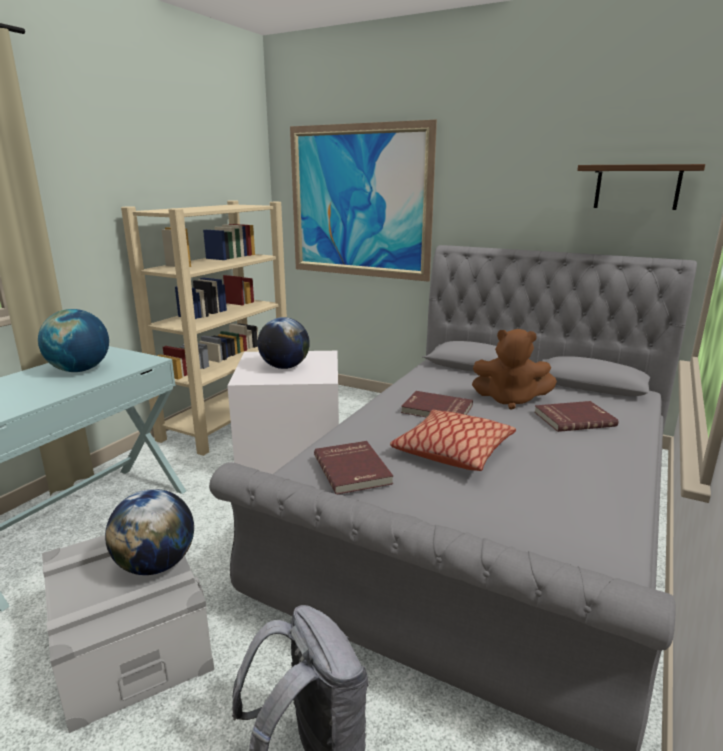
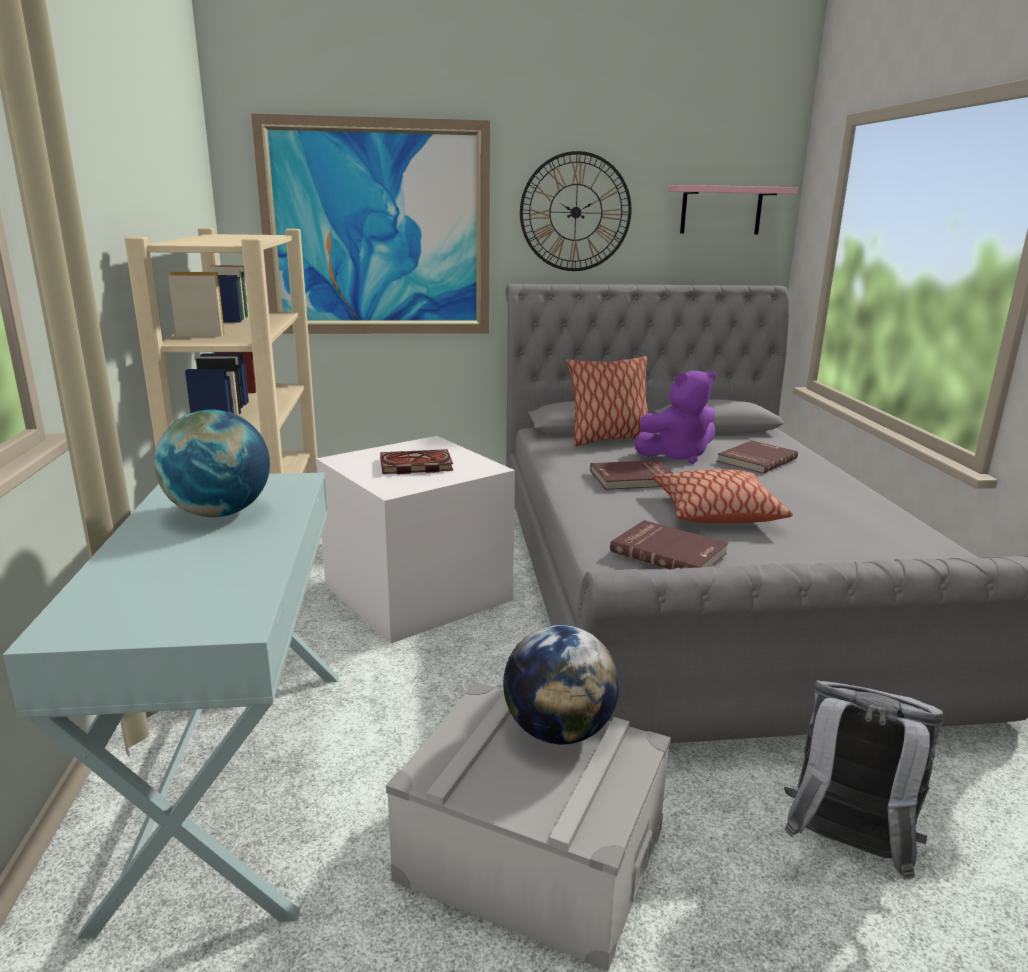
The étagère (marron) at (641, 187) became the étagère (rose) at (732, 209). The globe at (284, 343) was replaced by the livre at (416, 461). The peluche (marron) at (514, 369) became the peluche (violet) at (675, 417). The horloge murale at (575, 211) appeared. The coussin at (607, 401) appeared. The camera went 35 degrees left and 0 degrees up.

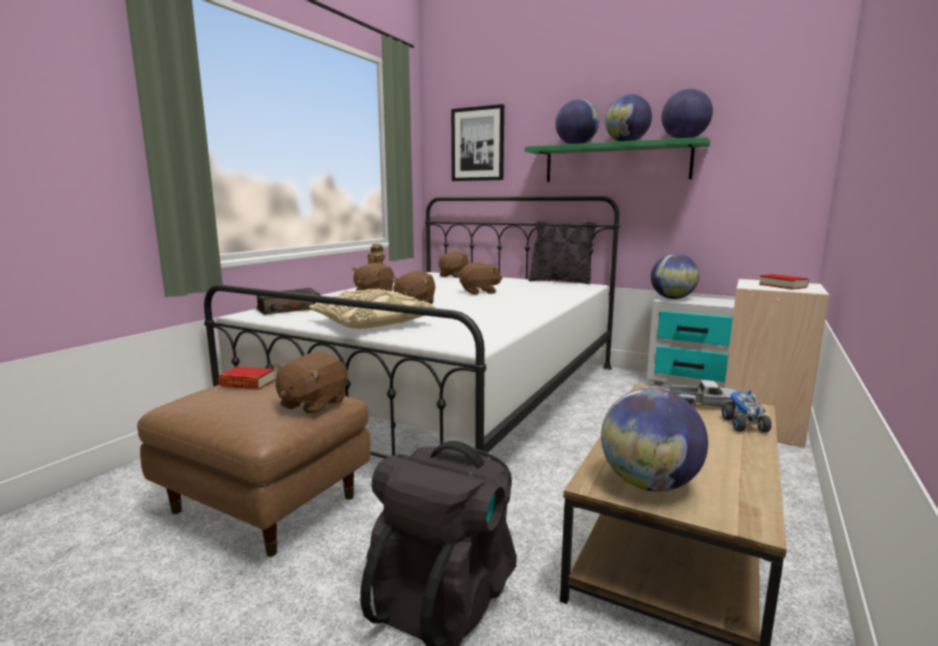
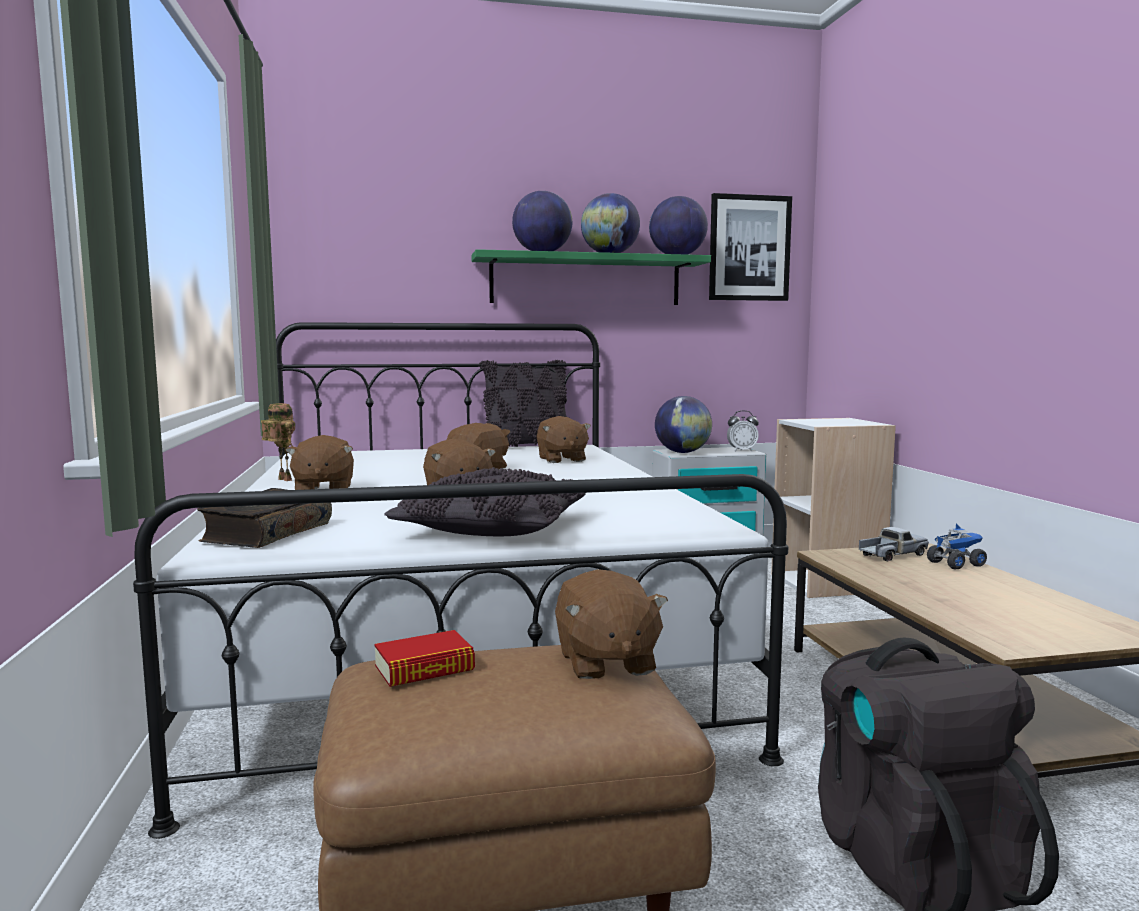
The tableau moved from (477, 142) to (750, 247). The peluche (marron) moved from (453, 264) to (563, 439). The livre at (784, 282) disappeared. The coussin (beige) at (372, 309) became the coussin (noir) at (485, 501). The globe at (654, 439) disappeared. The camion jouet at (746, 411) turned 105 degrees clockwise. The réveil at (743, 431) appeared. The camera went 40 degrees left and 5 degrees down.

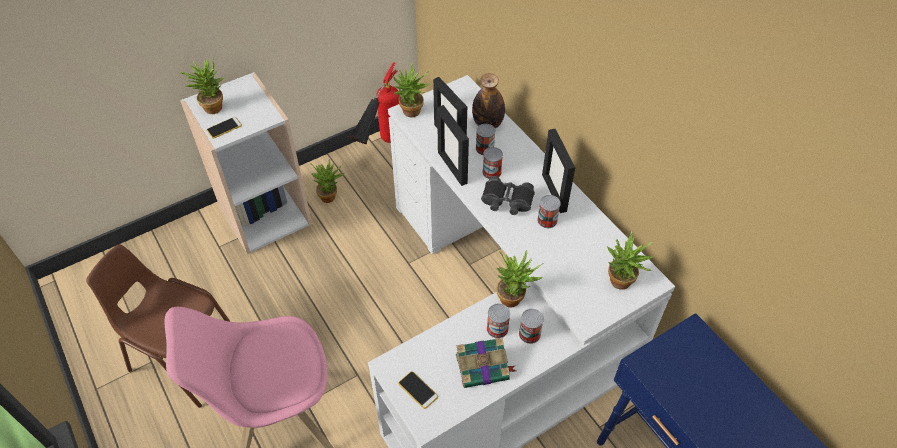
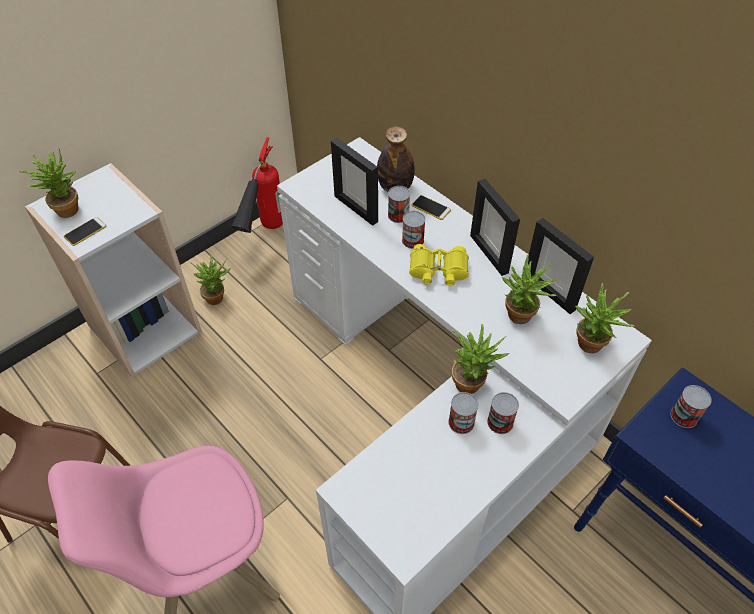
The plante en pot moved from (411, 90) to (529, 289). The cadre photo moved from (453, 145) to (561, 266). The jumelles (noir) at (508, 195) became the jumelles (jaune) at (439, 265). The boîte métallique moved from (549, 211) to (691, 406). The livre at (486, 362) disappeared. The téléphone moved from (418, 390) to (431, 207). The camera went 10 degrees left and 0 degrees up.

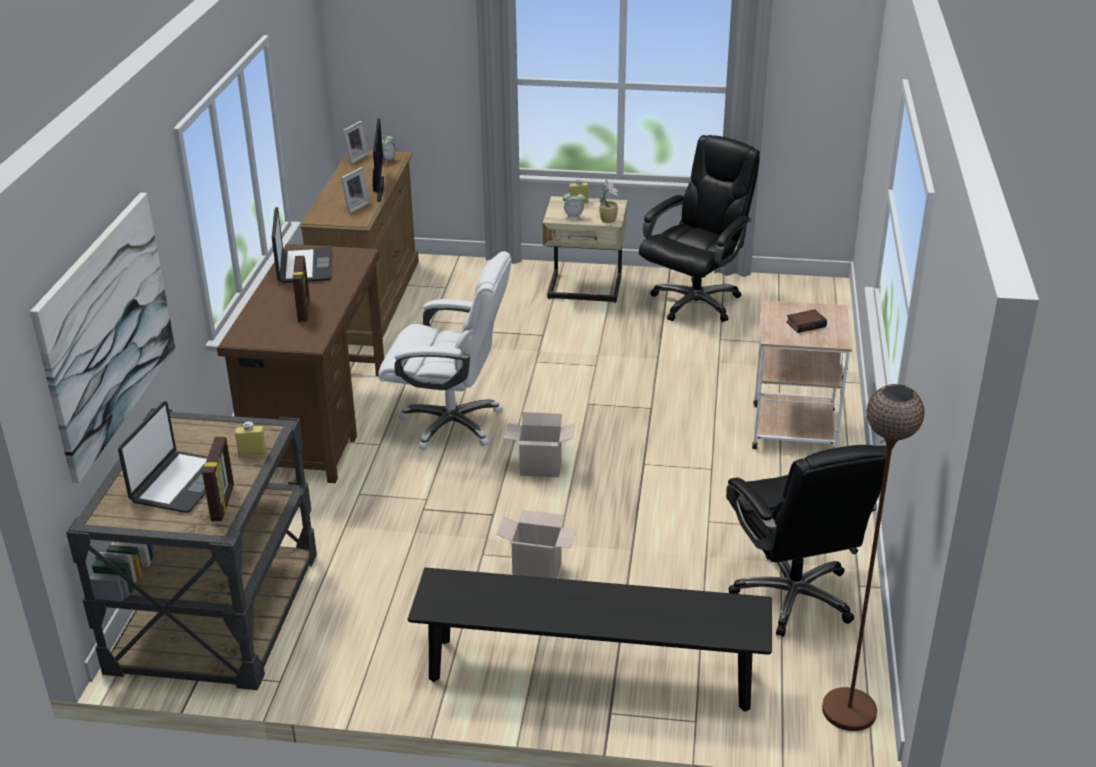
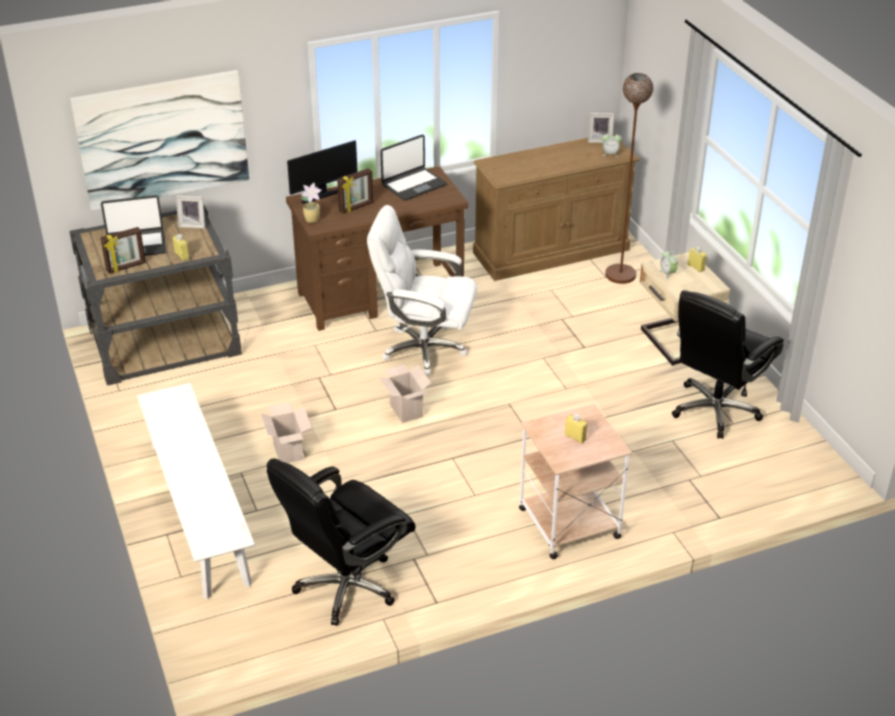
The écran d'ordinateur moved from (378, 160) to (322, 172). The chaise de bureau (noir) at (699, 228) turned 120 degrees clockwise. The cadre photo moved from (355, 190) to (190, 212). The plante en pot moved from (609, 200) to (311, 203). The chaise de bureau (blanc) at (445, 351) turned 120 degrees clockwise. The livre at (806, 321) was replaced by the bouteille (jaune) at (576, 429). The lampadaire (marron) moved from (873, 557) to (629, 178). The banc (noir) at (590, 640) became the banc (blanc) at (196, 491). The camera went 60 degrees right and 5 degrees up.

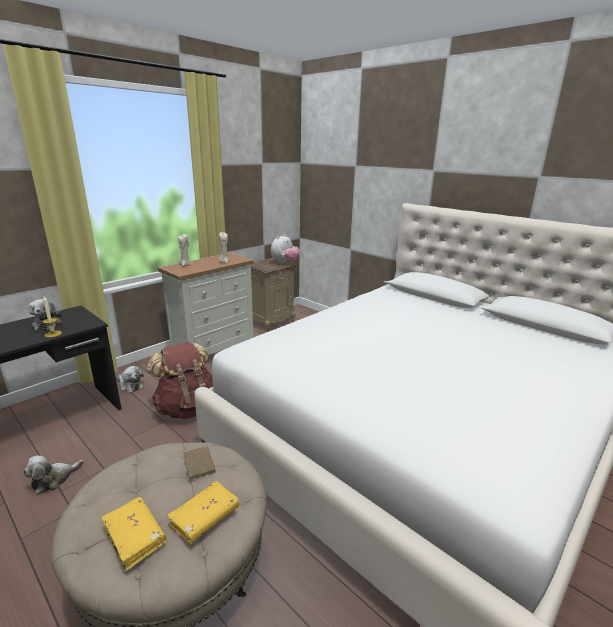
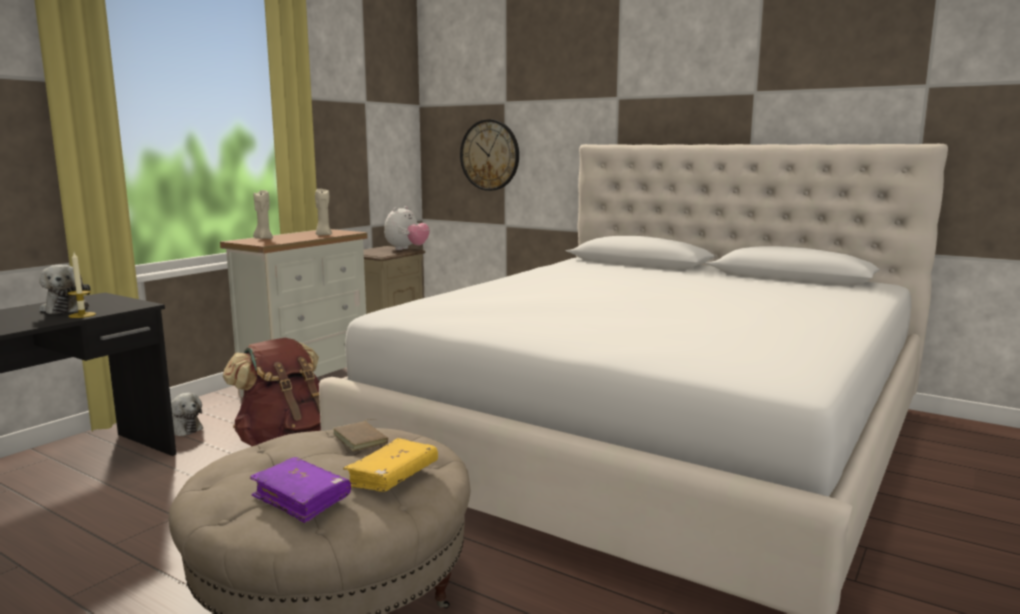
The peluche at (53, 475) disappeared. The livre (jaune) at (133, 534) became the livre (violet) at (300, 490). The horloge murale at (489, 155) appeared. The camera went 10 degrees left and 10 degrees down.

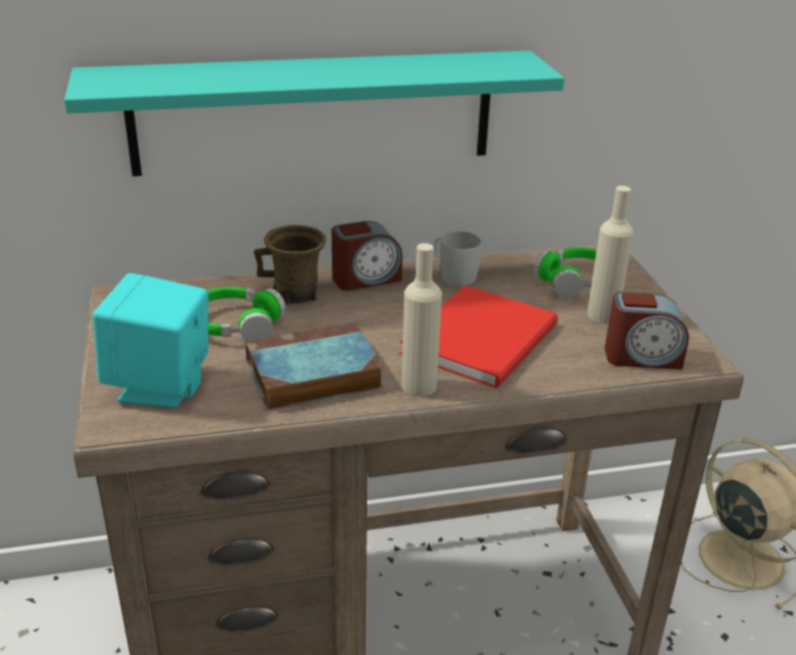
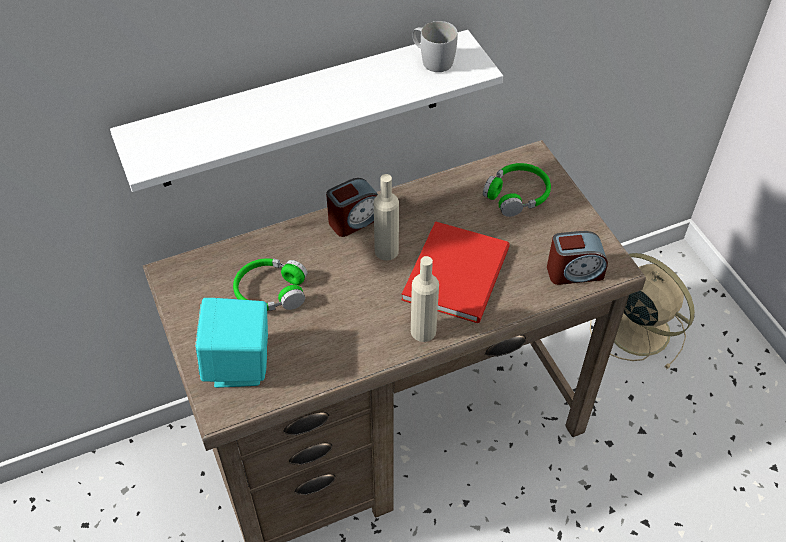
The étagère (turquoise) at (314, 113) became the étagère (blanc) at (306, 111). The bouteille (beige) moved from (610, 255) to (386, 217). The mug (marron) at (290, 265) disappeared. The mug (blanc) moved from (458, 258) to (435, 46). The livre at (314, 366) disappeared. The camera went 10 degrees left and 20 degrees up.

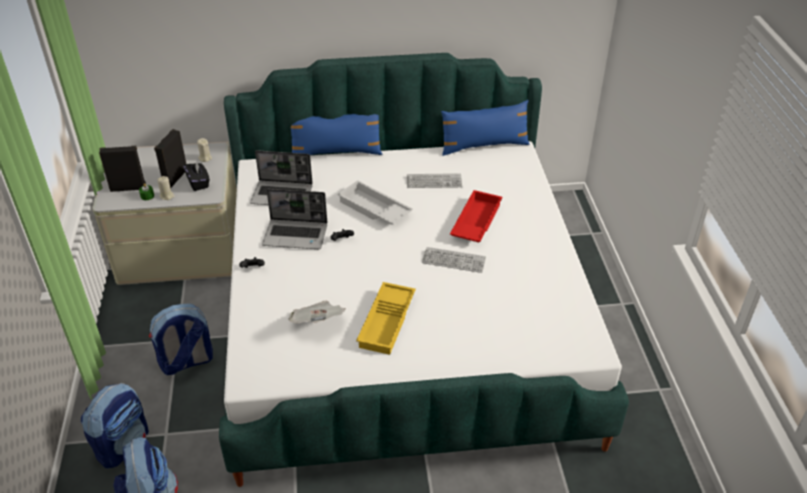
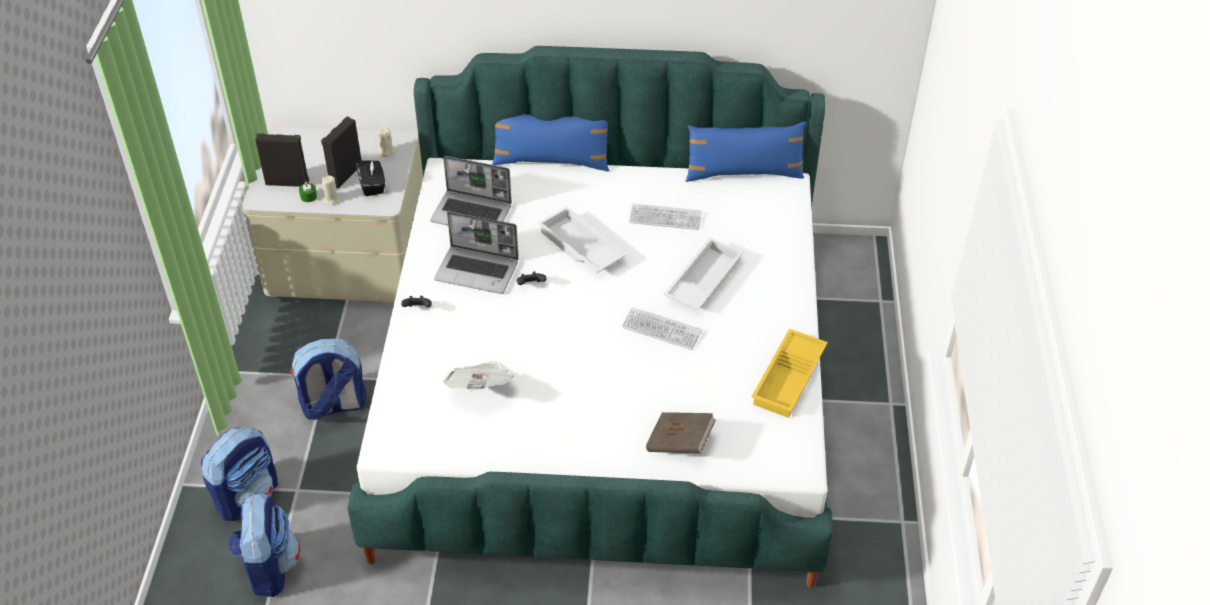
The plateau (rouge) at (476, 216) became the plateau (blanc) at (703, 274). The plateau (jaune) moved from (386, 318) to (789, 373). The livre (marron) at (681, 433) appeared. The camera went 10 degrees right and 5 degrees up.

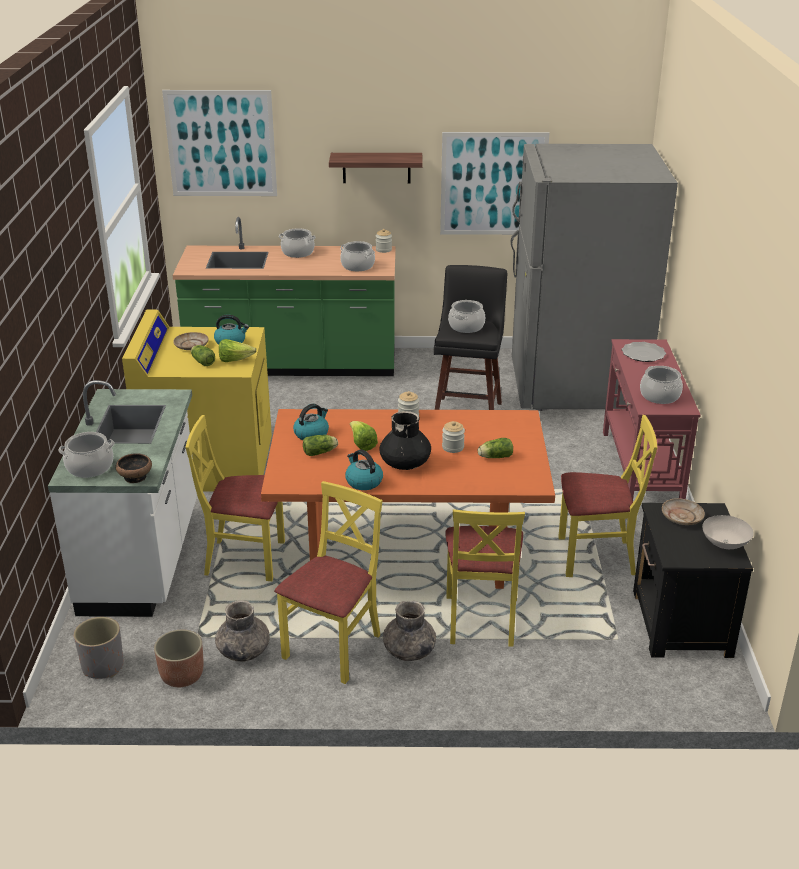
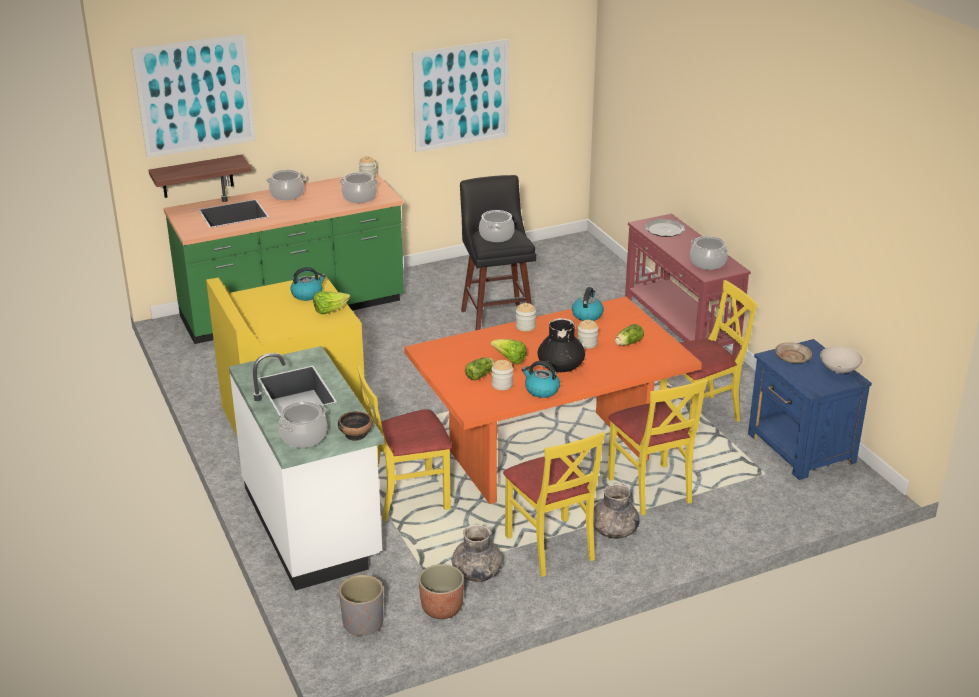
The réfrigérateur (gris) at (594, 277) disappeared. The étagère moved from (376, 168) to (200, 176). The assiette (beige) at (191, 341) disappeared. The laitue at (203, 355) disappeared. The bouilloire moved from (311, 422) to (588, 304). The chaise (jaune) at (328, 582) turned 150 degrees clockwise. The table de chevet (noir) at (693, 580) became the table de chevet (bleu) at (810, 409). The bocal at (502, 375) appeared. The camera went 25 degrees left and 0 degrees up.

